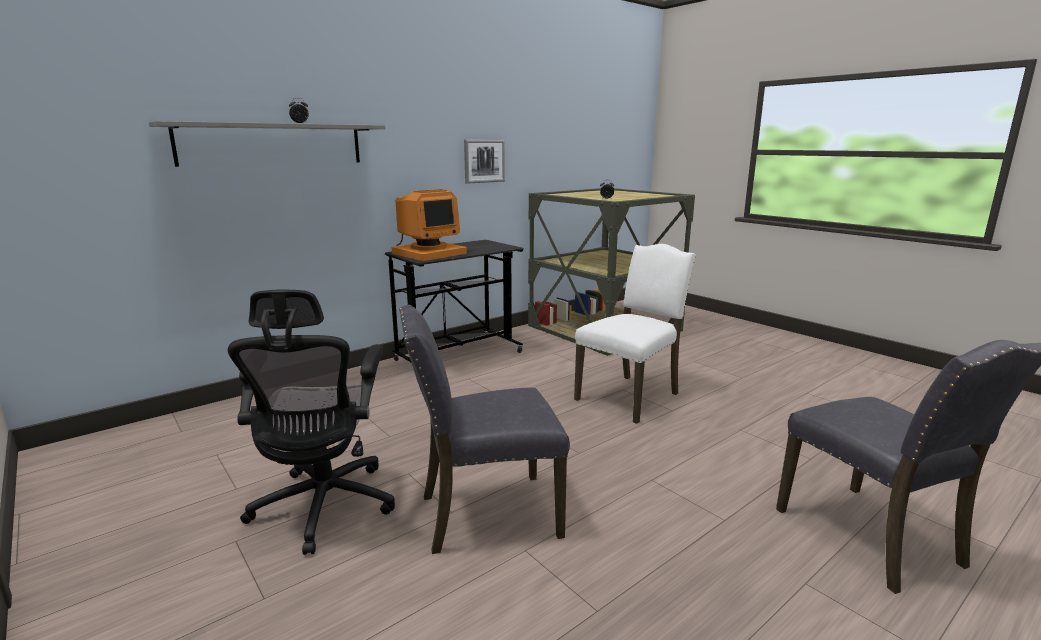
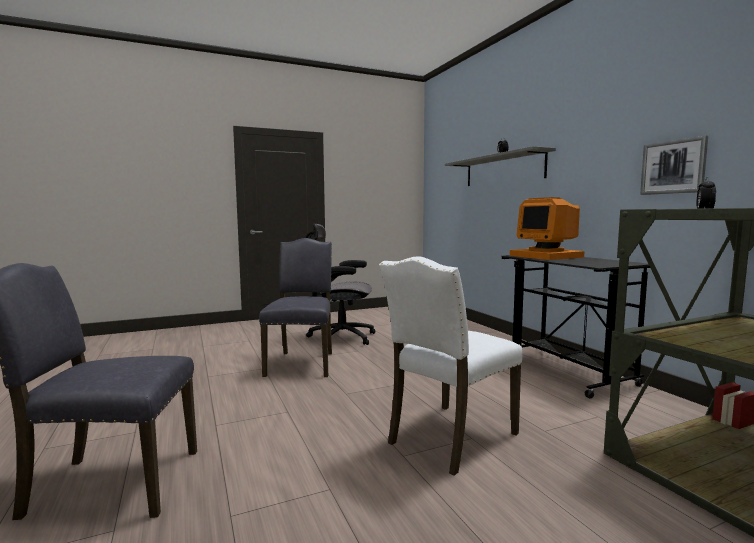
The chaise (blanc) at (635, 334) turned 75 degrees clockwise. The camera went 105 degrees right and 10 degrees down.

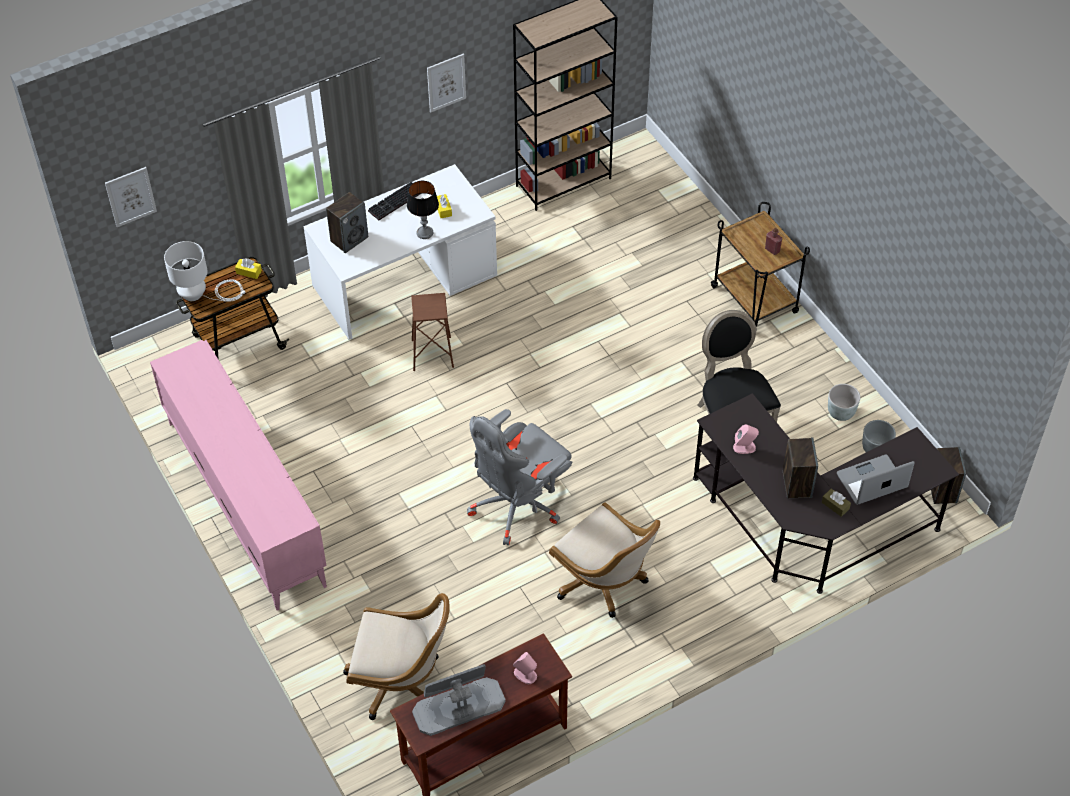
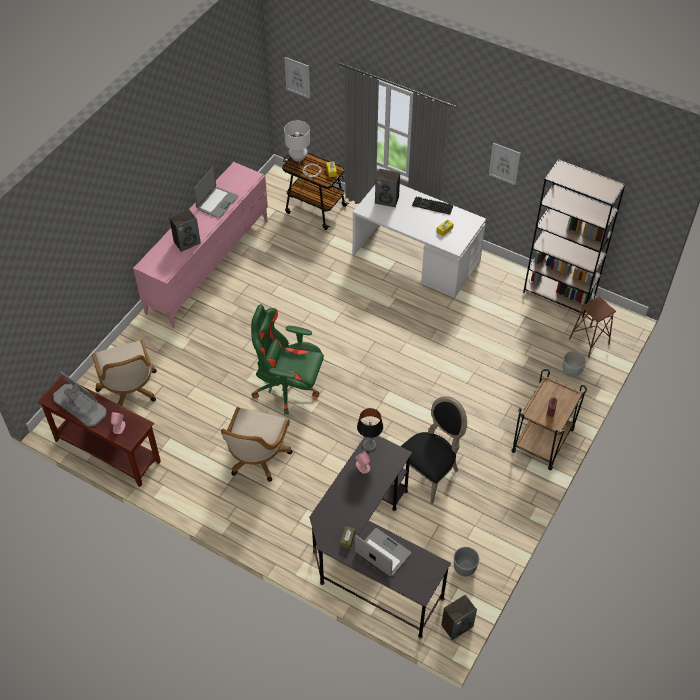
The lampe de table moved from (423, 210) to (370, 429). The tabouret (marron) moved from (432, 332) to (592, 326). The cache-pot (gris) moved from (844, 402) to (574, 364). The chaise de bureau (gris) at (519, 477) became the chaise de bureau (vert) at (287, 359). The enceinte moved from (800, 468) to (185, 230). The ordinateur portable at (215, 192) appeared. The camera went 60 degrees right and 0 degrees up.

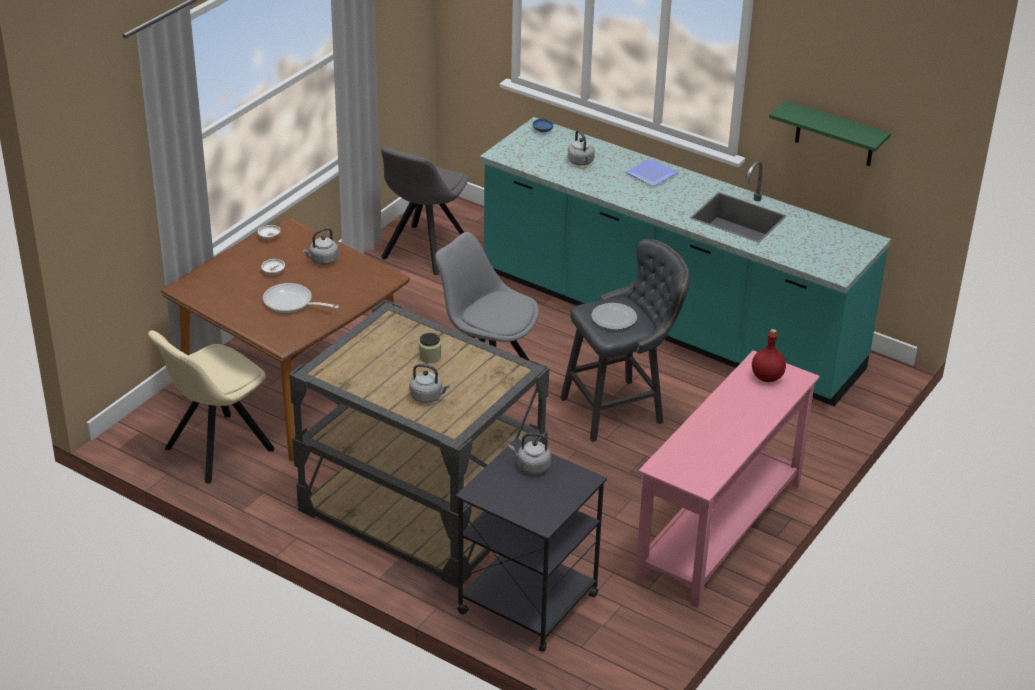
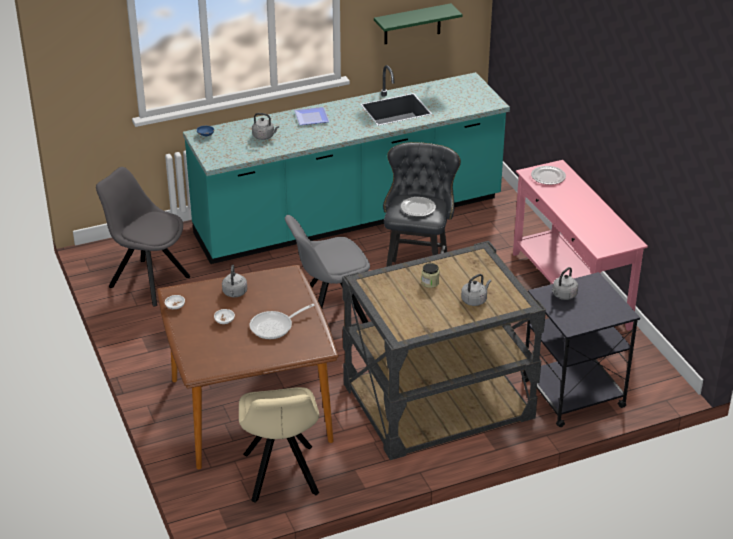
The chaise (gris) at (425, 211) turned 150 degrees clockwise. The bouteille (rouge) at (769, 355) was replaced by the assiette at (548, 175). The camera went 55 degrees left and 0 degrees up.

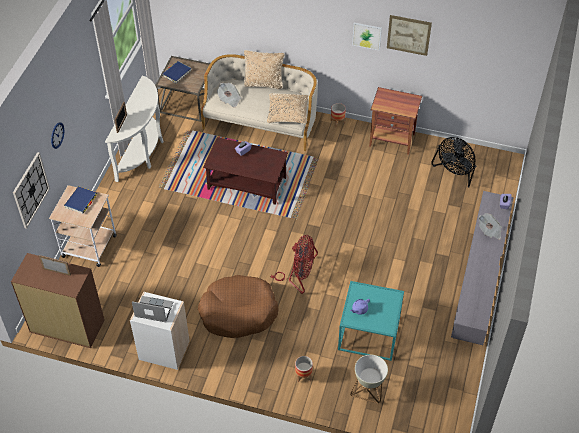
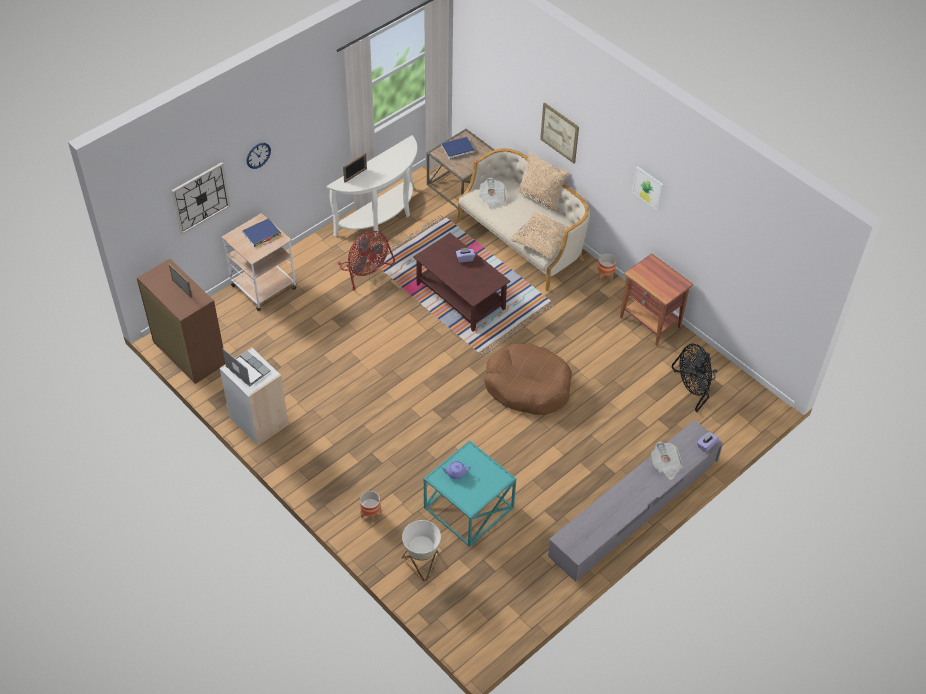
The tableau moved from (409, 35) to (559, 133). The ventilateur (rouge) moved from (294, 264) to (366, 260). The panier pour chien (marron) moved from (238, 306) to (528, 379). The camera went 30 degrees right and 0 degrees up.

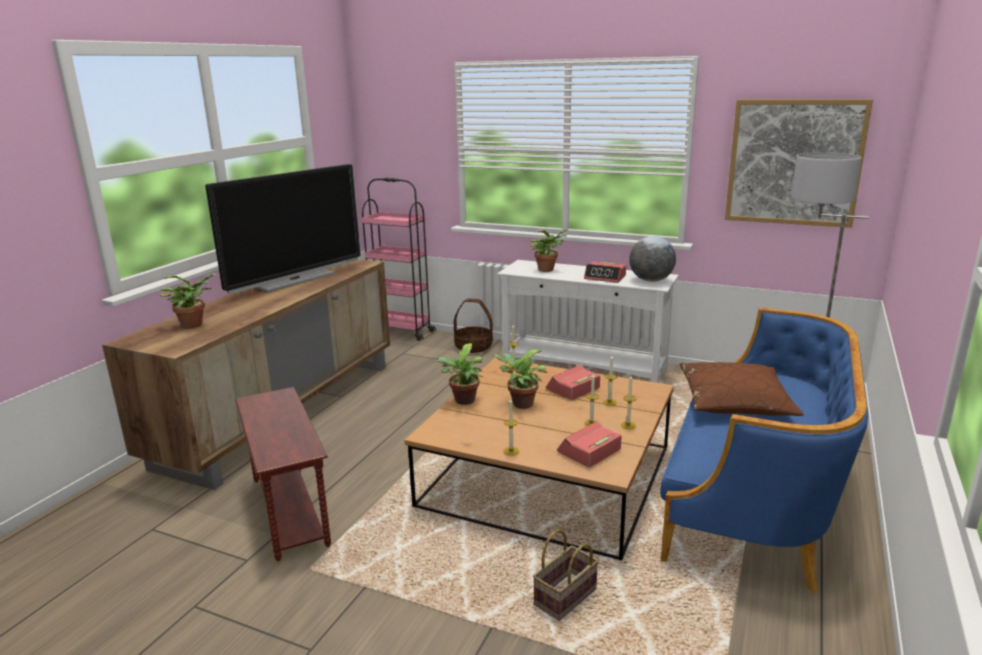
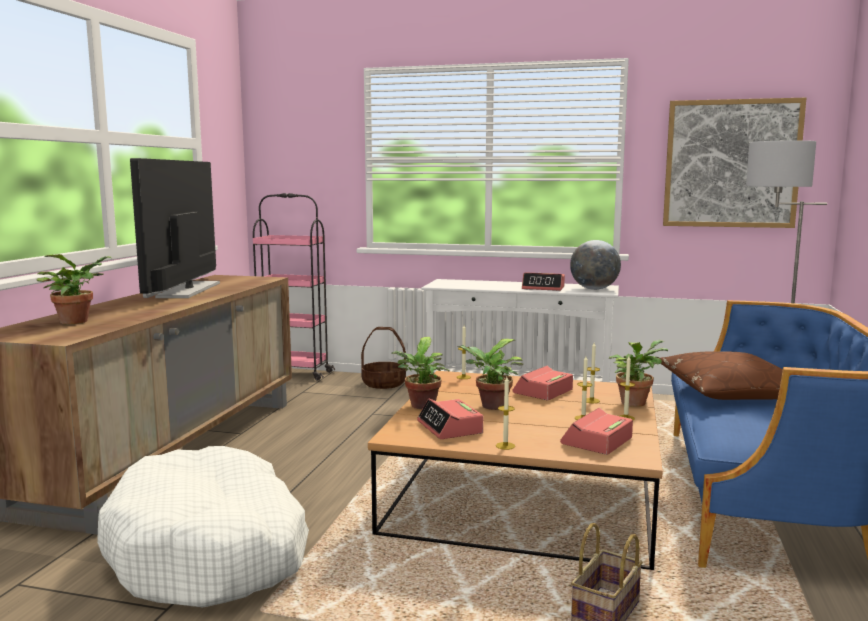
The téléviseur at (282, 229) turned 150 degrees clockwise. The plante en pot moved from (549, 250) to (638, 373). The table d'appoint (marron) at (283, 474) was replaced by the panier pour chien (blanc) at (203, 526). The réveil at (450, 419) appeared. The camera went 10 degrees left and 10 degrees down.

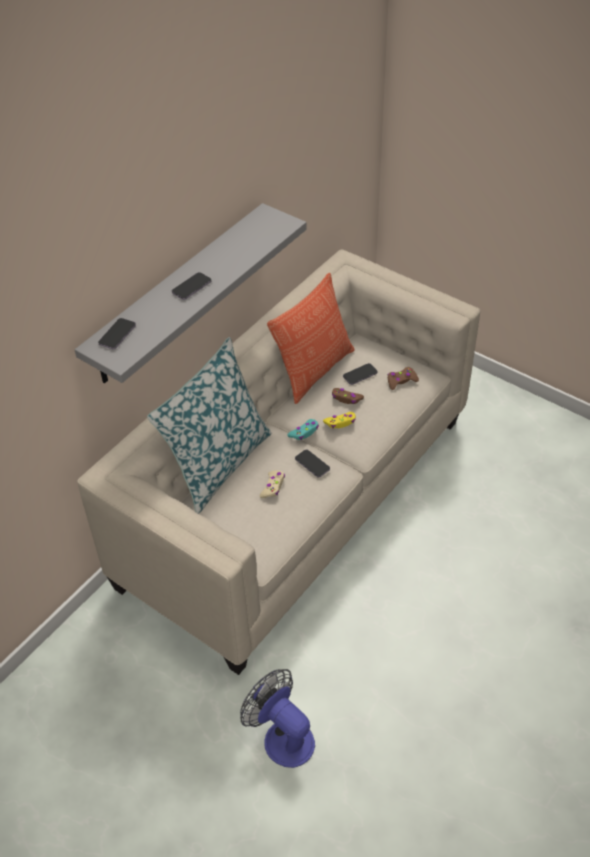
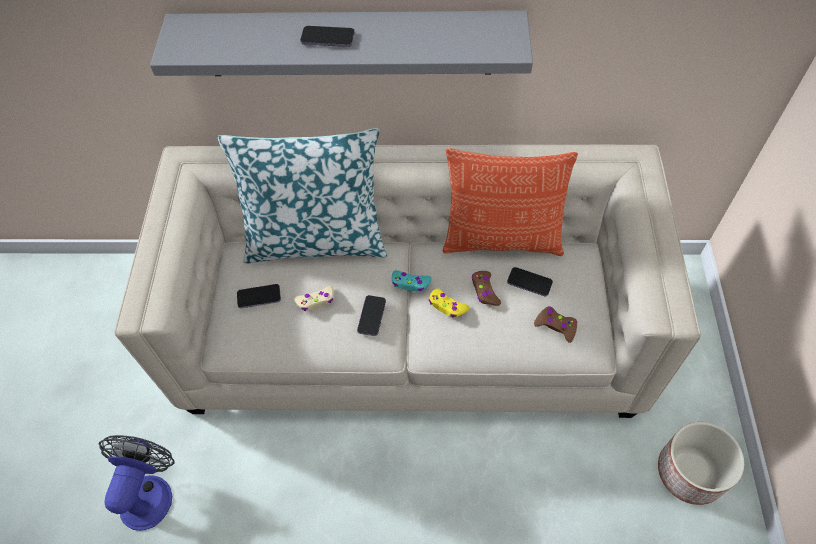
The téléphone moved from (117, 333) to (259, 296). The cache-pot at (701, 463) appeared. The camera went 55 degrees right and 10 degrees up.

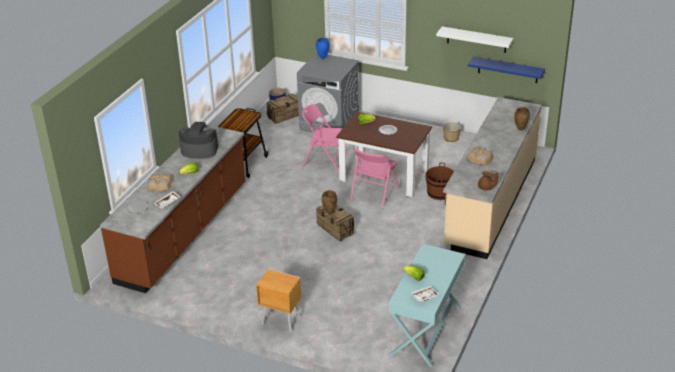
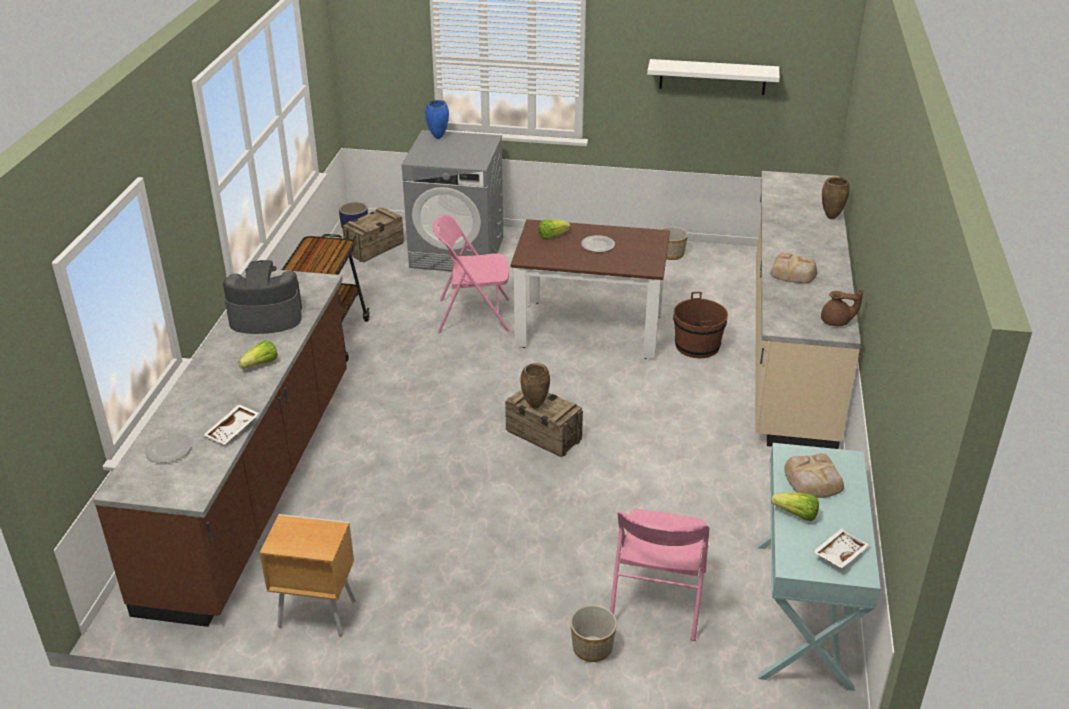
The étagère (bleu) at (506, 69) disappeared. The chaise (rose) moved from (375, 178) to (659, 575). The pain moved from (159, 182) to (814, 475). The table de chevet (marron) moved from (279, 301) to (307, 575). The cache-pot at (593, 633) appeared. The camera went 15 degrees left and 0 degrees up.

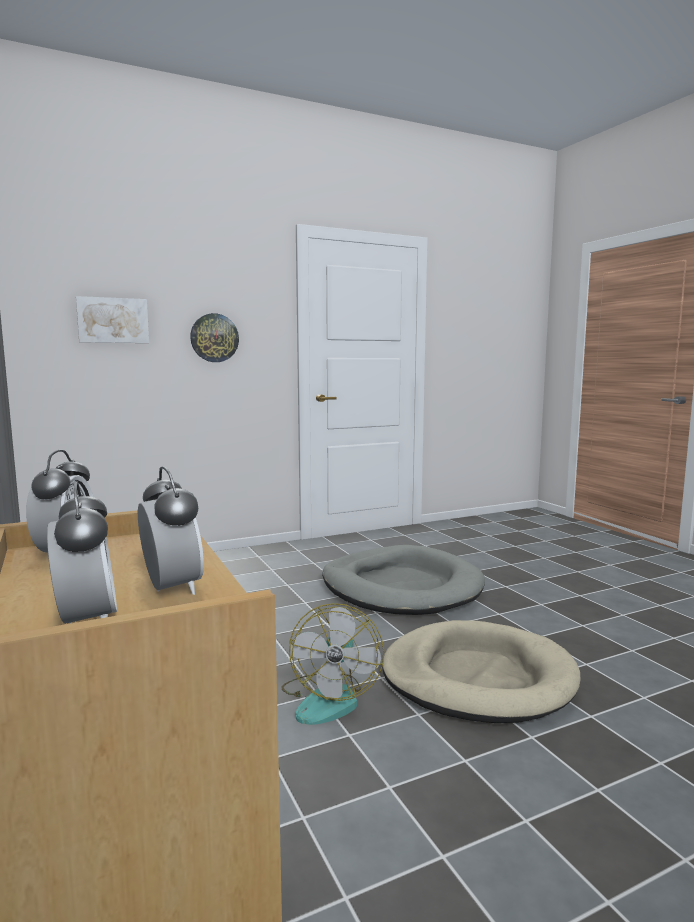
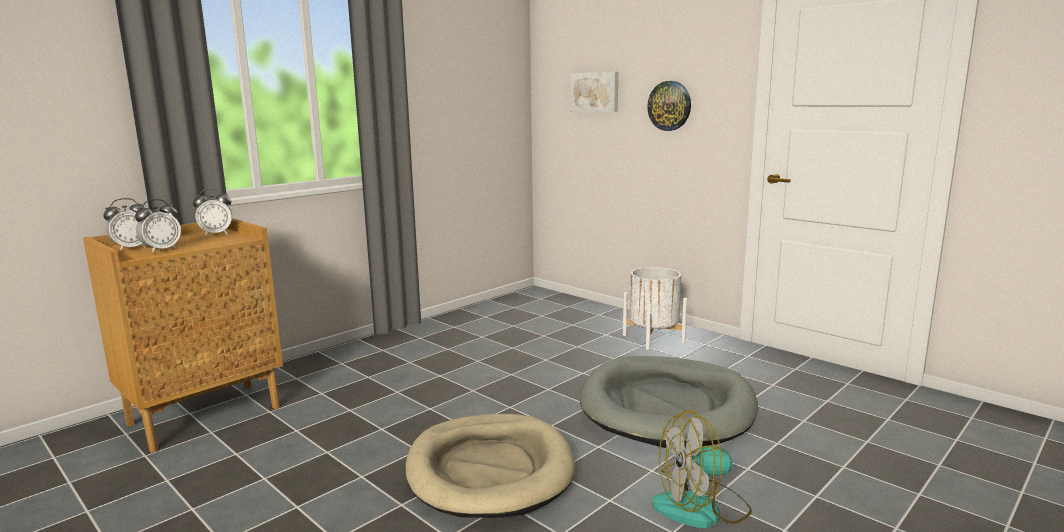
The ventilateur moved from (333, 664) to (701, 469). The cache-pot (blanc) at (655, 308) appeared. The camera went 70 degrees right and 5 degrees up.

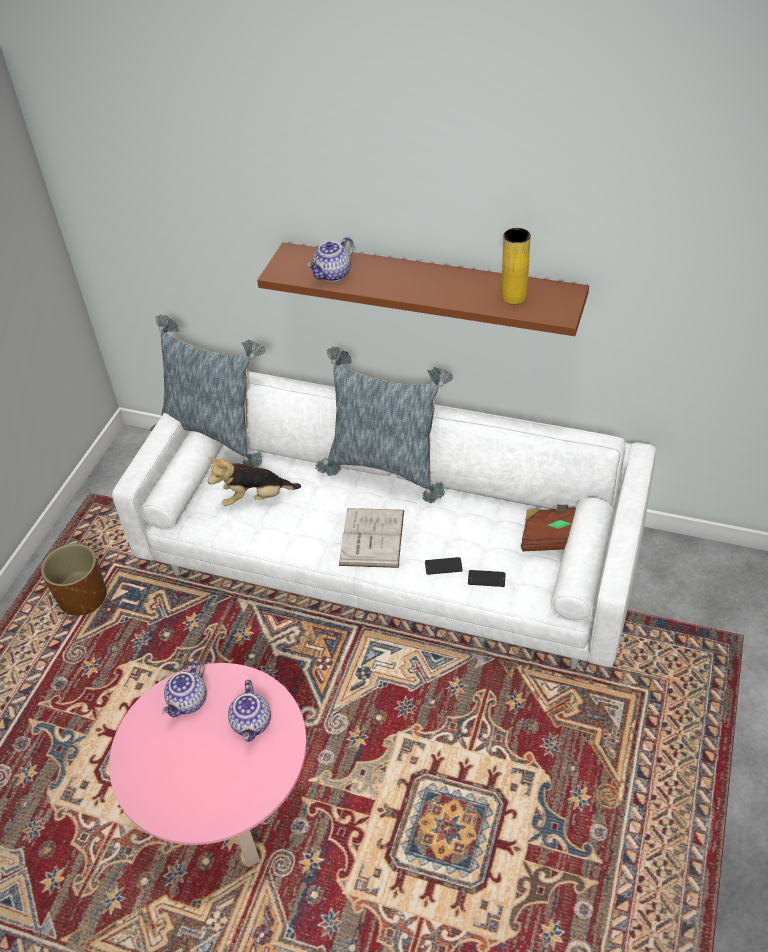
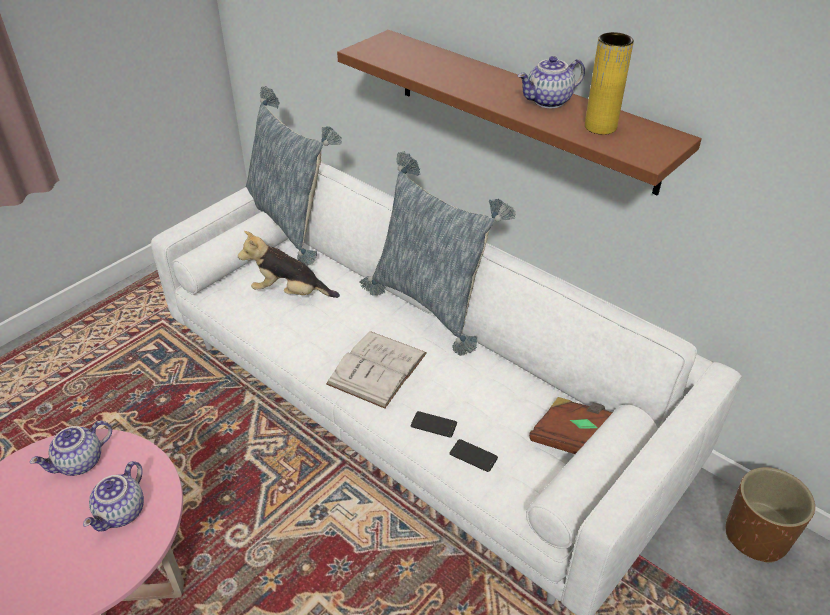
The théière moved from (330, 259) to (551, 82). The cache-pot (marron) moved from (74, 579) to (770, 515). The camera went 20 degrees right and 5 degrees down.

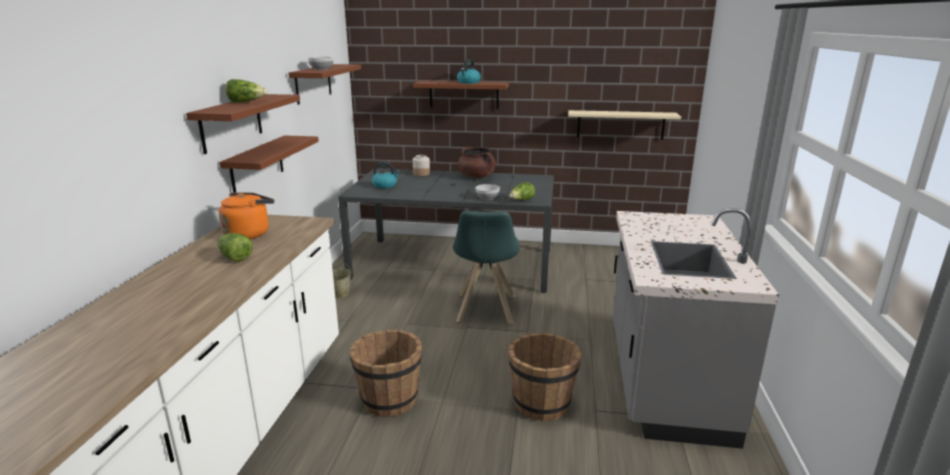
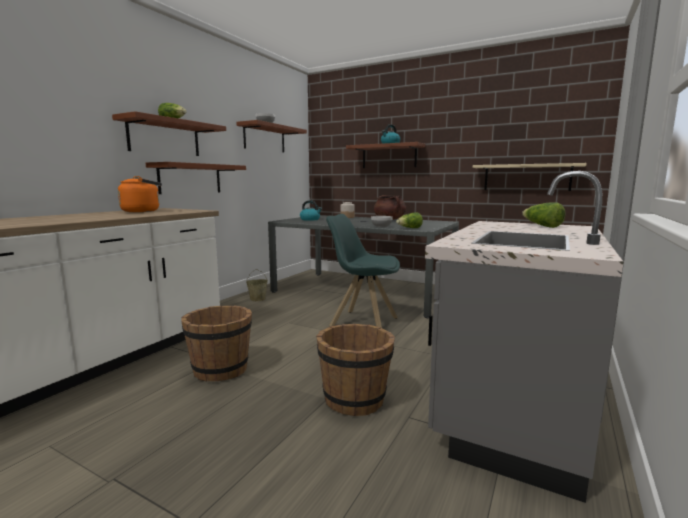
The chaise (turquoise) at (486, 267) turned 90 degrees clockwise. The laitue moved from (235, 247) to (544, 215). The camera went 20 degrees right and 10 degrees down.

